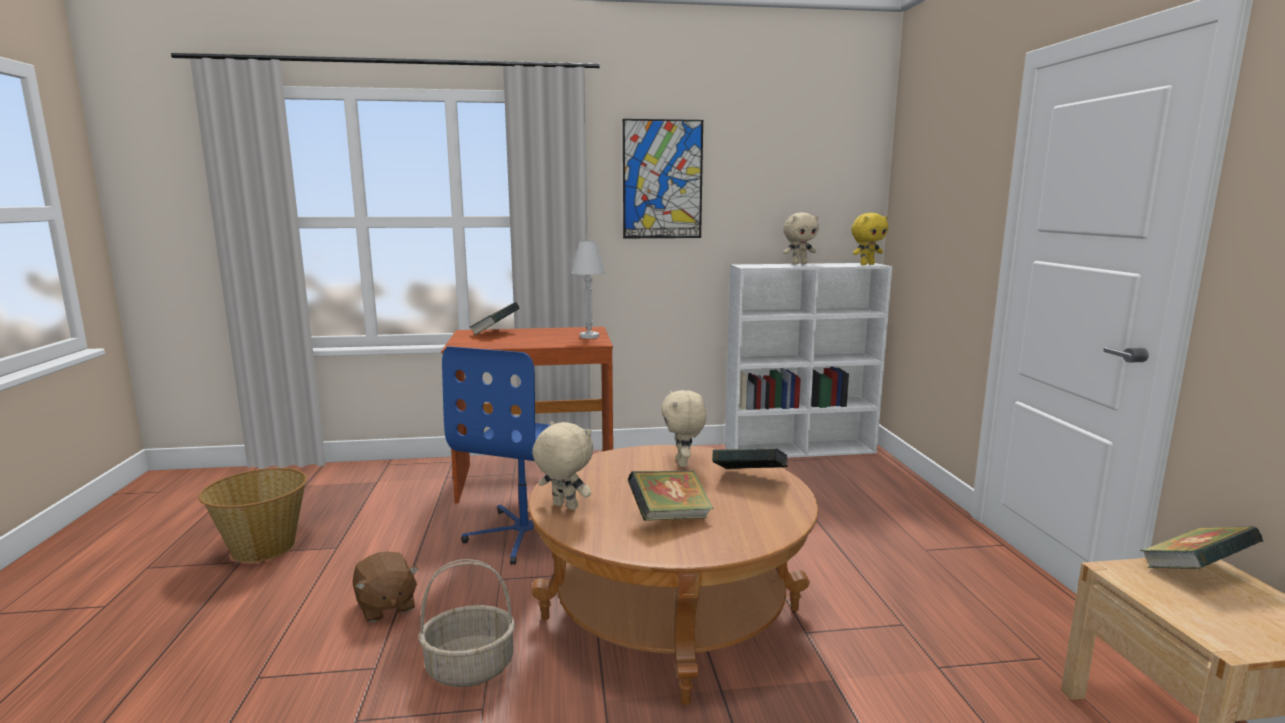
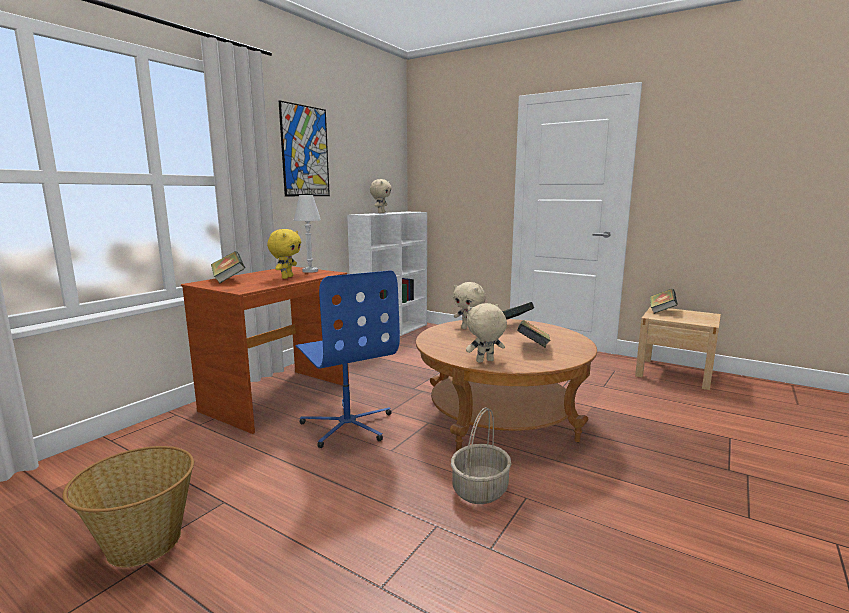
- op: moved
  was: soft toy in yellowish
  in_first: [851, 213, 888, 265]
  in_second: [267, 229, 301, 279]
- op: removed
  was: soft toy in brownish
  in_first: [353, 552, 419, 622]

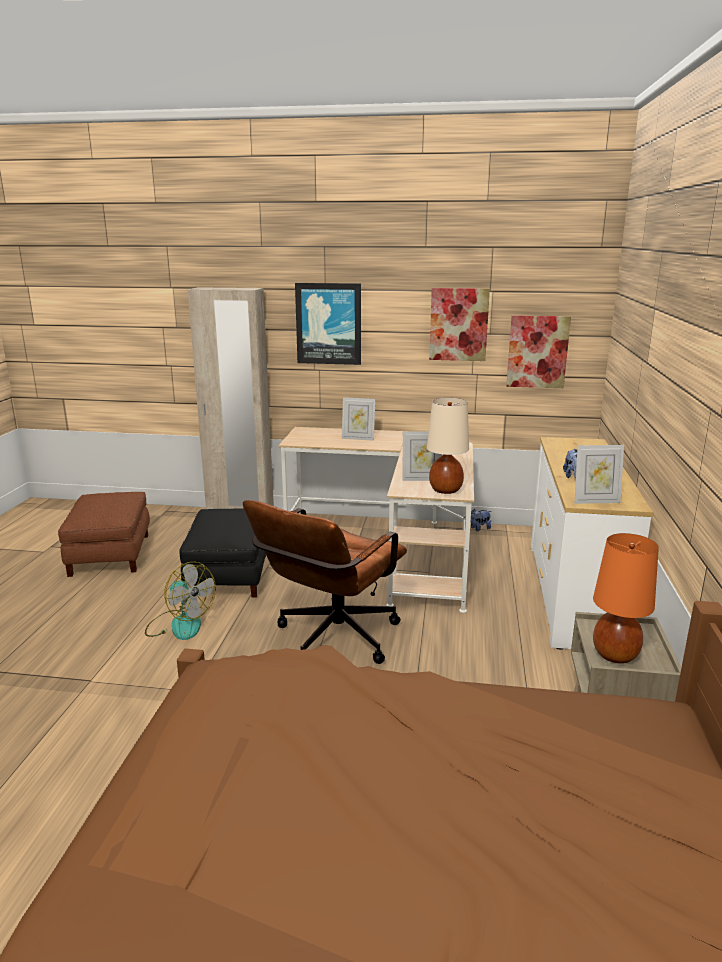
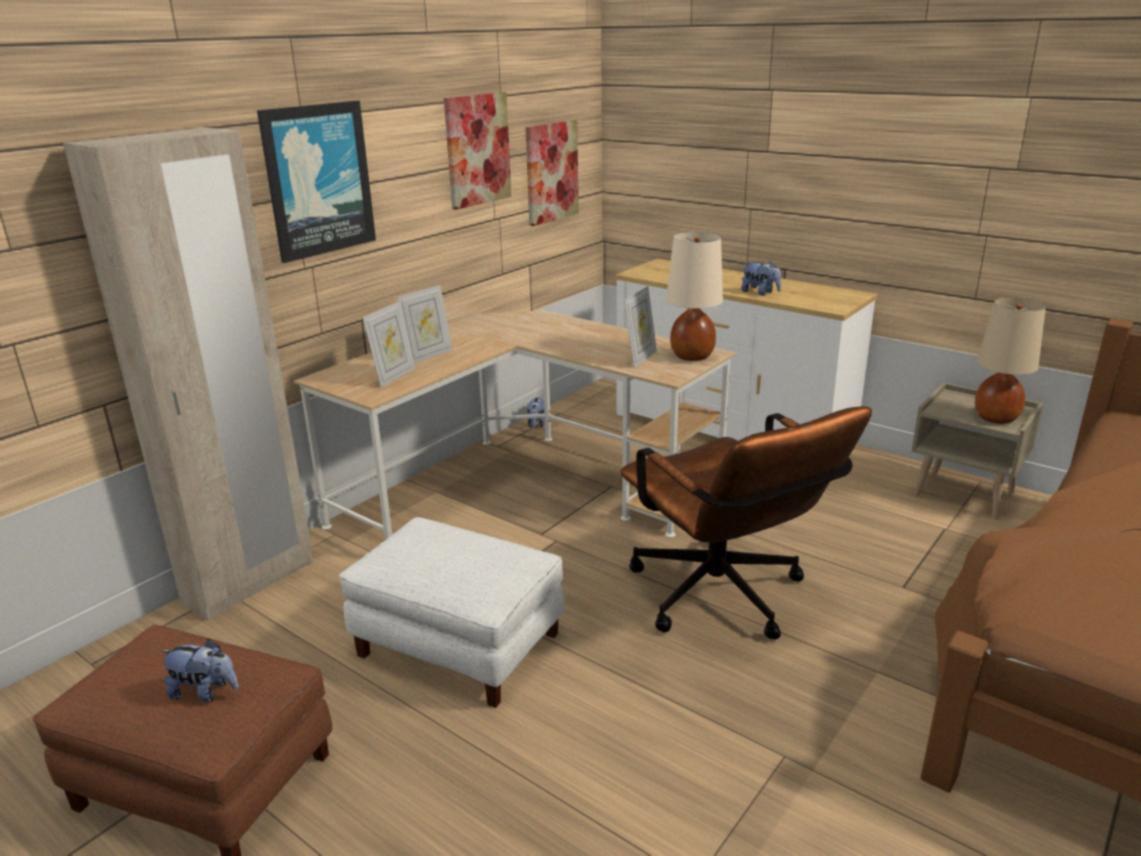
- op: added
  now: soft toy
  in_second: [160, 639, 238, 702]
- op: recoloured
  was: pouffe in blackish
  now: pouffe in whitish
  in_first: [179, 508, 266, 598]
  in_second: [339, 517, 564, 708]
- op: moved
  was: picture frame
  in_first: [575, 445, 624, 504]
  in_second: [363, 302, 416, 387]
- op: recoloured
  was: table lamp in orangey
  now: table lamp in beige-coloured
  in_first: [593, 533, 659, 664]
  in_second: [975, 297, 1046, 424]
- op: removed
  was: electric fan
  in_first: [145, 562, 216, 640]

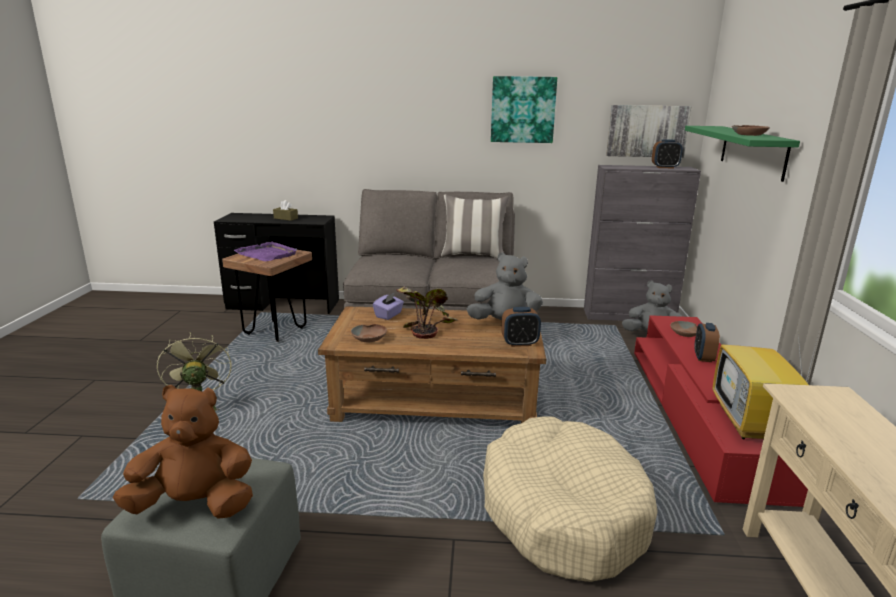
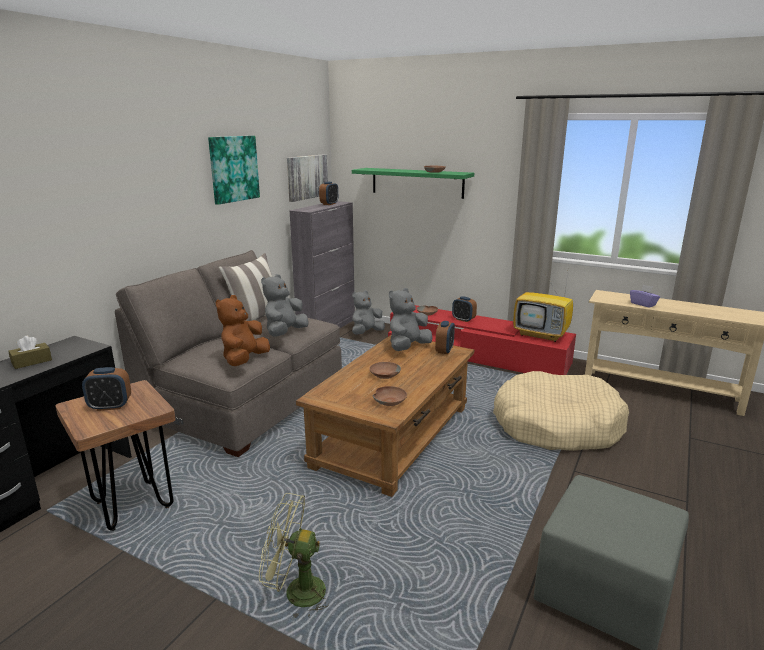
- op: replaced
  was: serving tray in purplish
  now: table clock
  in_first: [234, 241, 297, 261]
  in_second: [82, 367, 131, 411]
- op: moved
  was: soft toy in brownish
  in_first: [113, 385, 253, 519]
  in_second: [216, 295, 270, 366]
- op: added
  now: soft toy in gray
  in_second: [261, 274, 308, 337]
- op: replaced
  was: houseplant
  now: serving bowl in brownish
  in_first: [396, 286, 458, 339]
  in_second: [369, 362, 401, 379]
- op: moved
  was: tissue holder in purplish
  in_first: [373, 292, 404, 320]
  in_second: [630, 284, 660, 308]

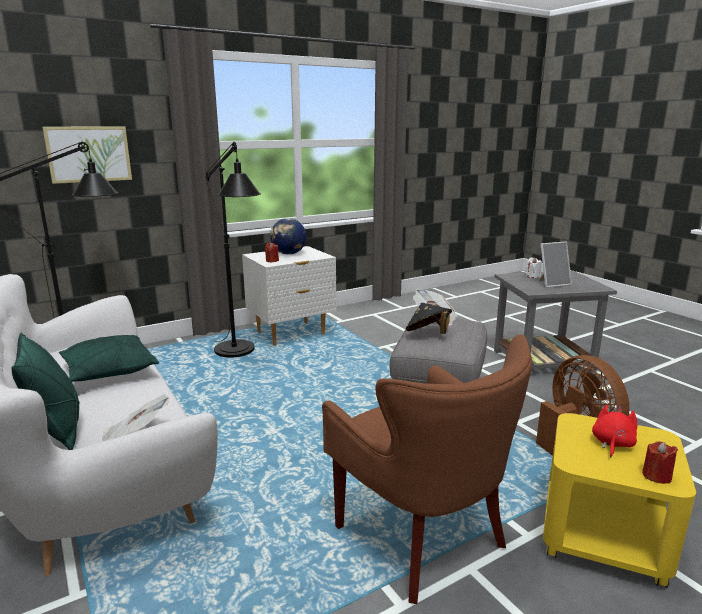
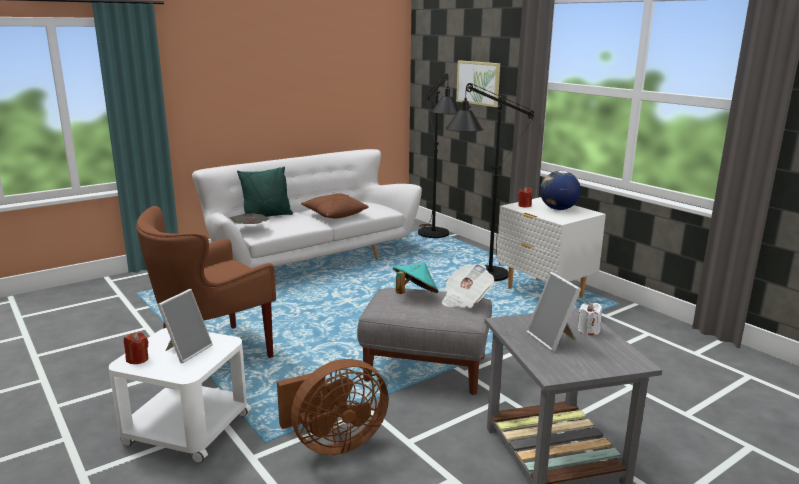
- op: recoloured
  was: end table in yellowish
  now: end table in whitish
  in_first: [543, 413, 696, 588]
  in_second: [109, 328, 251, 463]
- op: replaced
  was: soft toy in red-coloured
  now: picture frame
  in_first: [592, 405, 637, 457]
  in_second: [157, 289, 213, 363]
- op: recoloured
  was: throw pillow in green
  now: throw pillow in brownish
  in_first: [59, 335, 159, 382]
  in_second: [301, 193, 369, 218]
- op: recoloured
  was: wearable hat in blackish
  now: wearable hat in blue-green
  in_first: [406, 303, 452, 334]
  in_second: [393, 263, 438, 294]

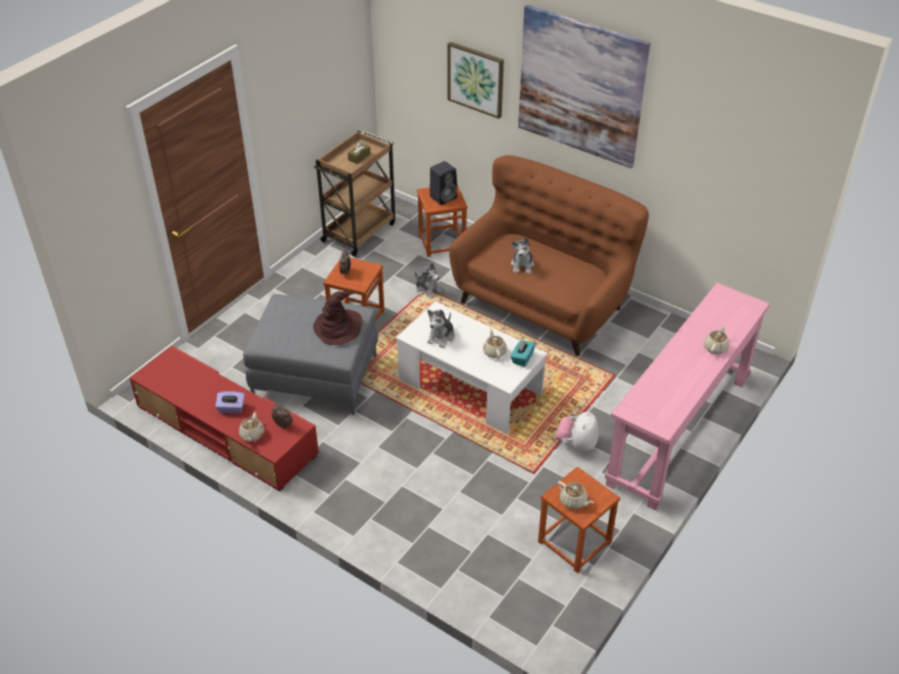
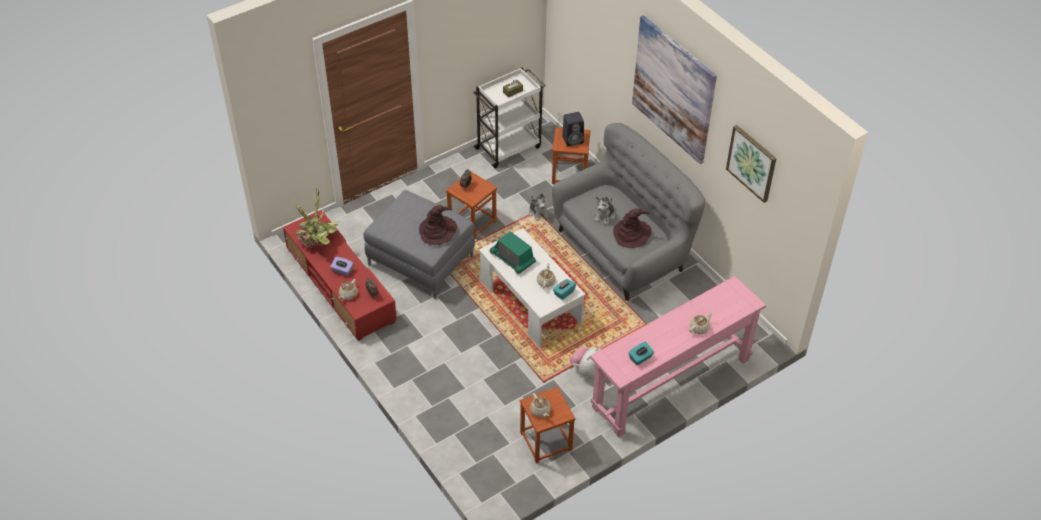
- op: added
  now: houseplant
  in_second: [296, 188, 341, 248]
- op: recoloured
  was: wheeled cart in brownish
  now: wheeled cart in whitish
  in_first: [314, 131, 395, 256]
  in_second: [473, 67, 546, 168]
- op: replaced
  was: soft toy
  now: radio
  in_first: [427, 310, 455, 348]
  in_second: [489, 231, 536, 274]
- op: recoloured
  was: sofa in brownish
  now: sofa in gray
  in_first: [449, 155, 649, 356]
  in_second: [552, 123, 705, 301]
- op: added
  now: wearable hat in brownish
  in_second: [613, 209, 652, 248]
- op: added
  now: tissue holder in blue-green
  in_second: [628, 342, 654, 365]
- op: moved
  was: wall picture
  in_first: [448, 42, 504, 119]
  in_second: [726, 125, 777, 203]

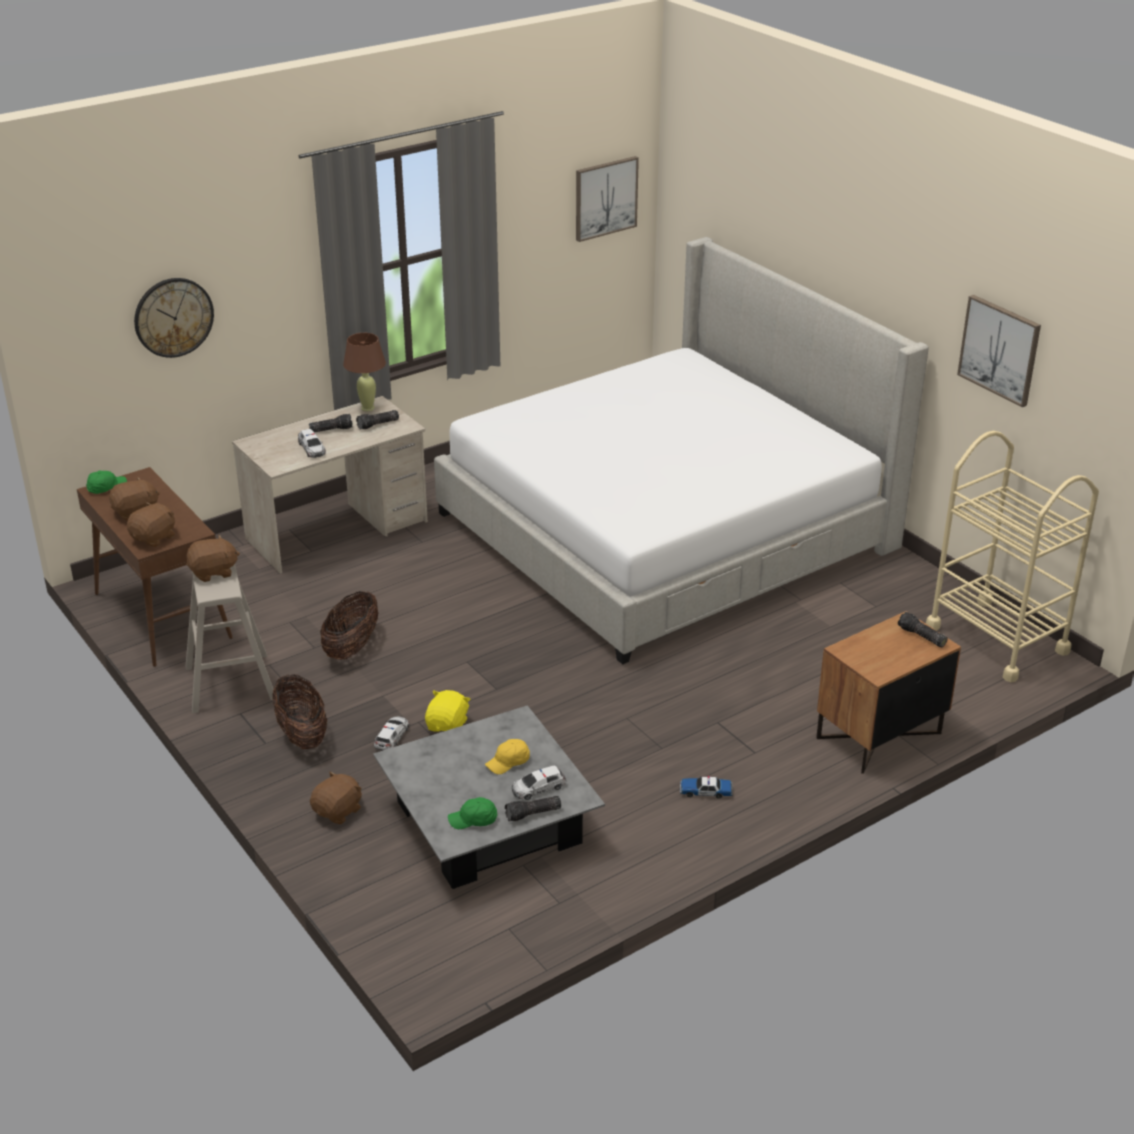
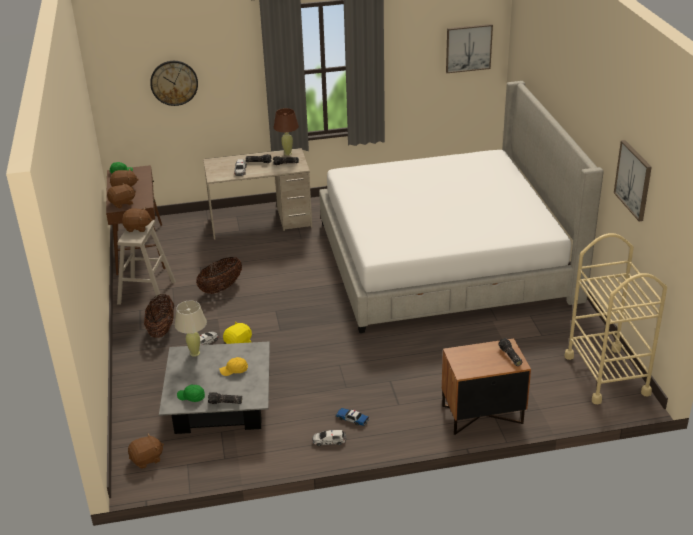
- op: moved
  was: soft toy in brownish
  in_first: [310, 771, 362, 824]
  in_second: [128, 433, 164, 469]
- op: added
  now: table lamp in beige-coloured
  in_second: [175, 300, 207, 357]
- op: moved
  was: model car
  in_first: [512, 766, 566, 800]
  in_second: [312, 430, 346, 446]

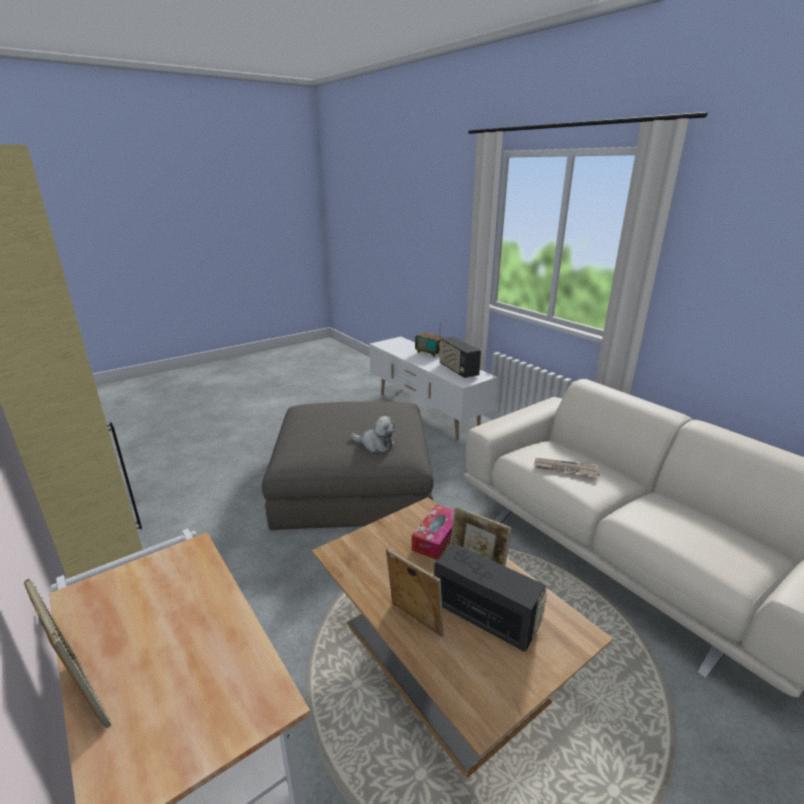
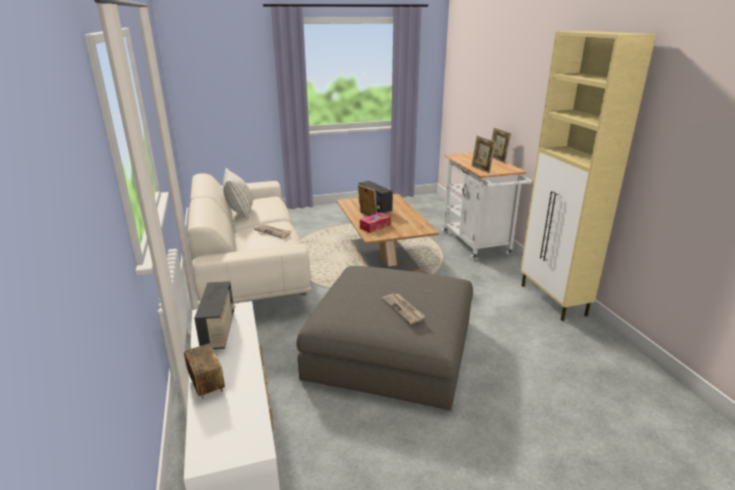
- op: added
  now: throw pillow
  in_second: [223, 168, 253, 219]
- op: added
  now: daily paper
  in_second: [382, 293, 425, 324]
- op: moved
  was: picture frame
  in_first: [386, 549, 443, 637]
  in_second: [471, 136, 496, 173]
- op: removed
  was: soft toy
  in_first: [351, 416, 395, 452]

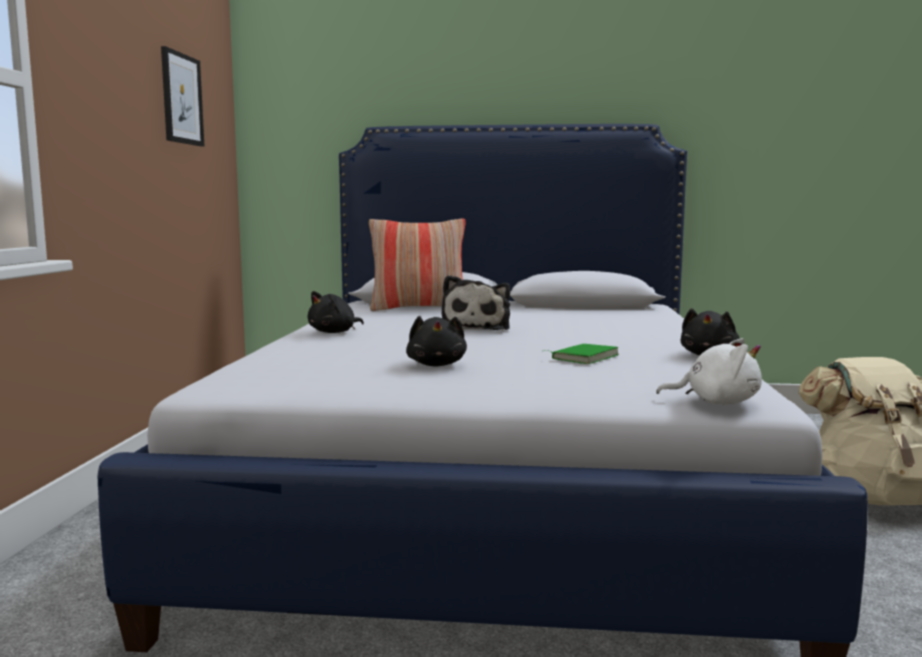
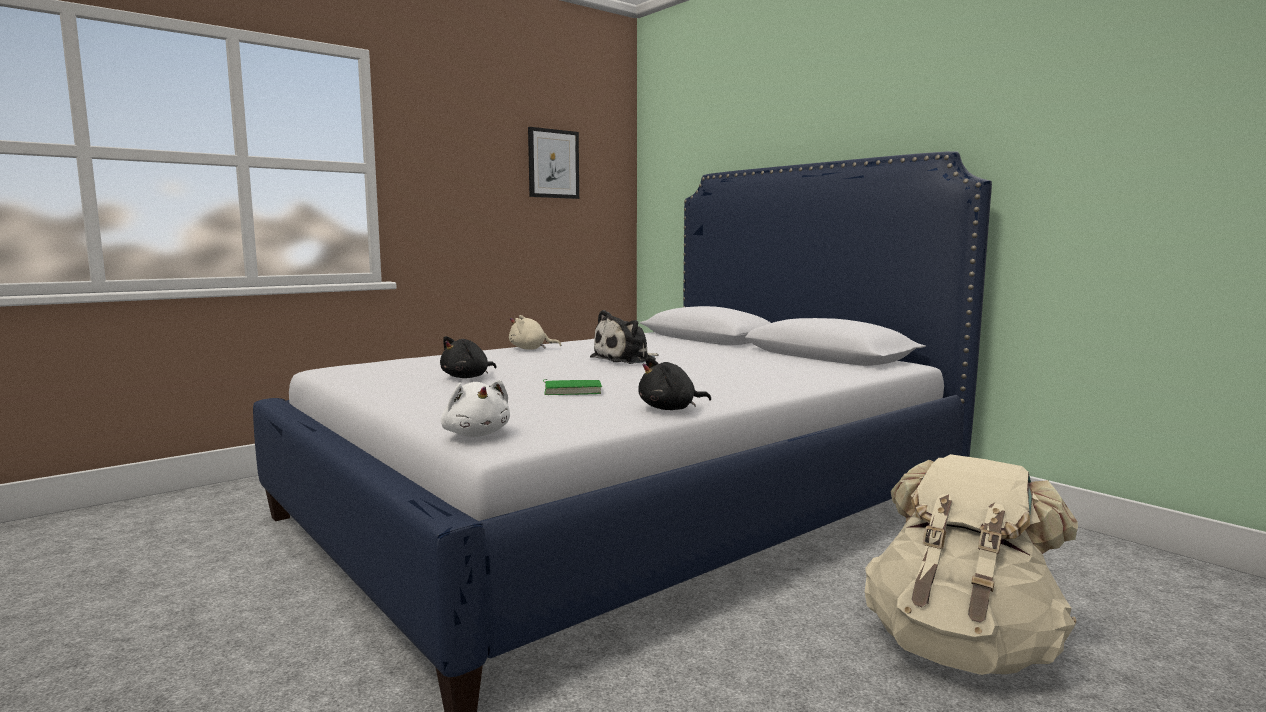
- op: recoloured
  was: soft toy in blackish
  now: soft toy in beige-coloured
  in_first: [308, 291, 364, 333]
  in_second: [509, 315, 561, 350]
- op: removed
  was: throw pillow
  in_first: [369, 219, 466, 311]

